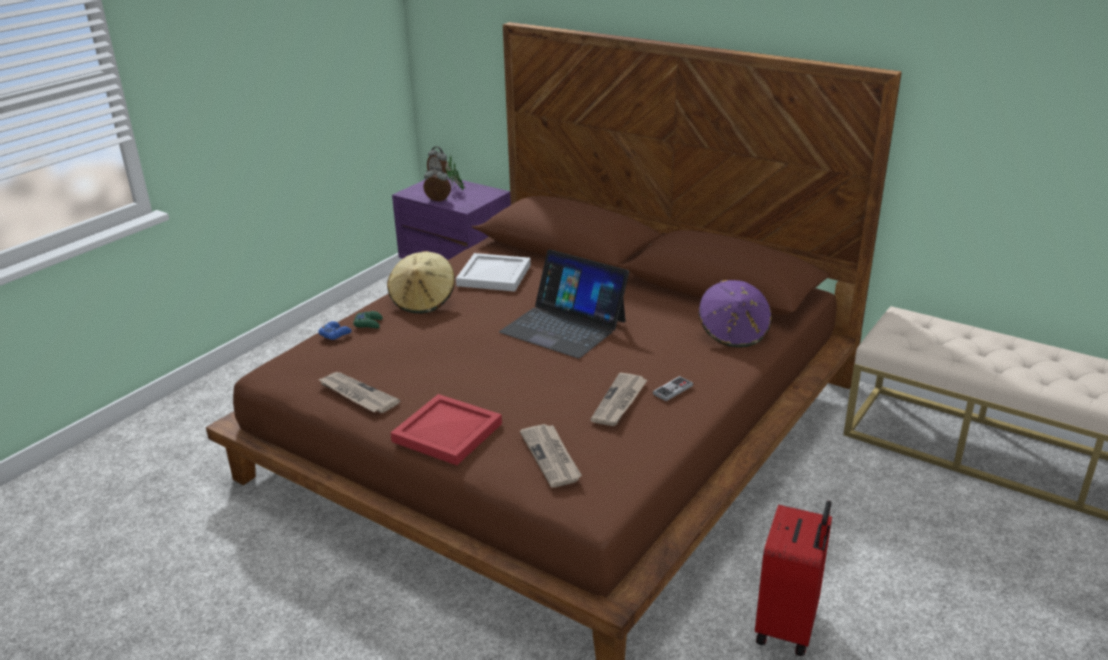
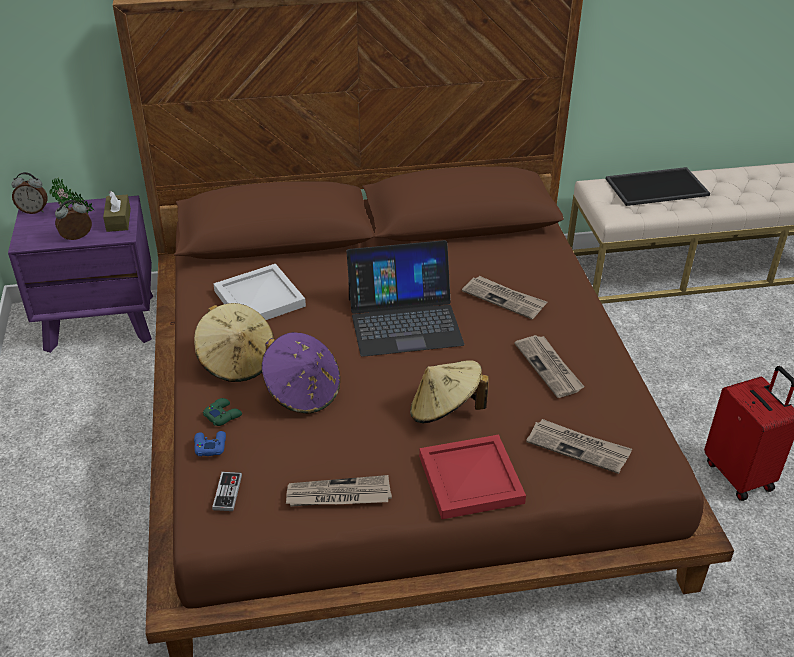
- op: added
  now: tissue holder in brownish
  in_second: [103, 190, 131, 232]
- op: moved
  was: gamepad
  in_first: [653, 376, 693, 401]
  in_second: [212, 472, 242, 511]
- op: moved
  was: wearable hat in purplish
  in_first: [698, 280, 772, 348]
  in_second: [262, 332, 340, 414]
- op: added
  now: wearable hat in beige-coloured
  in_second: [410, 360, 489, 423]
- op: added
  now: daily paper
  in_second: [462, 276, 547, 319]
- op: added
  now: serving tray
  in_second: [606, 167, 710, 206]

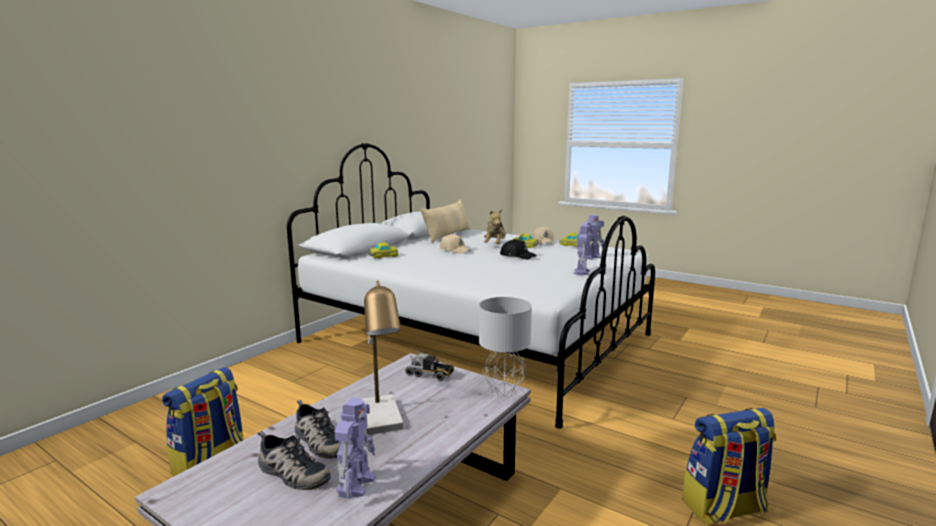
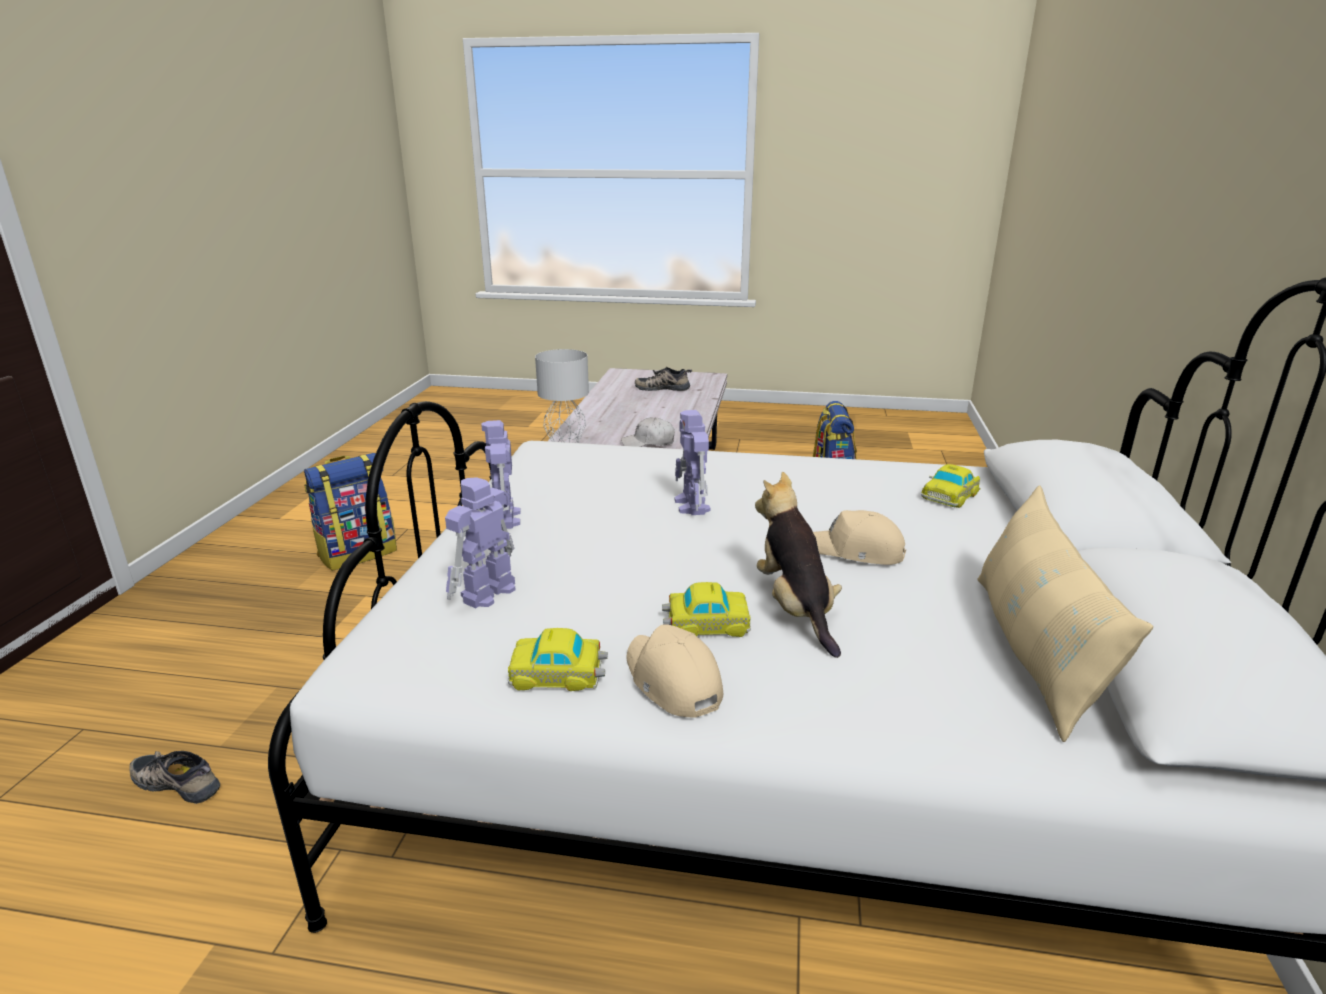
- op: moved
  was: low shoe
  in_first: [295, 400, 340, 459]
  in_second: [129, 751, 220, 804]
- op: replaced
  was: toy lorry
  now: cap in whitish
  in_first: [405, 349, 454, 381]
  in_second: [621, 417, 675, 447]
- op: moved
  was: model robot
  in_first: [335, 397, 376, 499]
  in_second: [674, 410, 711, 515]
- op: removed
  was: table lamp
  in_first: [363, 280, 404, 435]
- op: removed
  was: cap in blackish
  in_first: [500, 239, 536, 260]

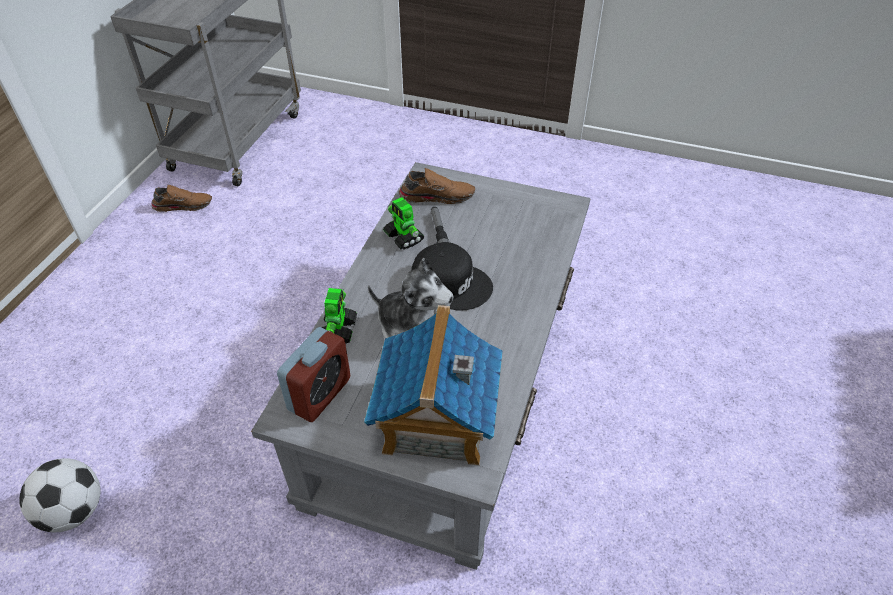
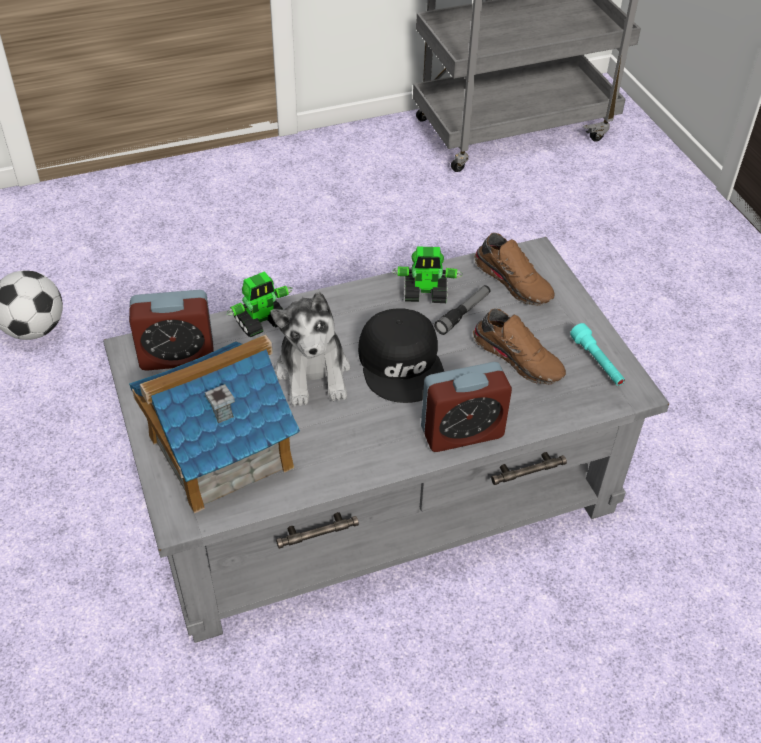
- op: turned
  was: model robot
  in_first: [383, 197, 424, 250]
  in_second: [392, 246, 463, 303]
  clockwise: -105
- op: added
  now: table clock
  in_second: [421, 362, 512, 452]
- op: moved
  was: low shoe in brownish
  in_first: [151, 185, 212, 212]
  in_second: [473, 308, 566, 385]
- op: added
  now: hand torch in blue-green
  in_second: [570, 323, 625, 386]

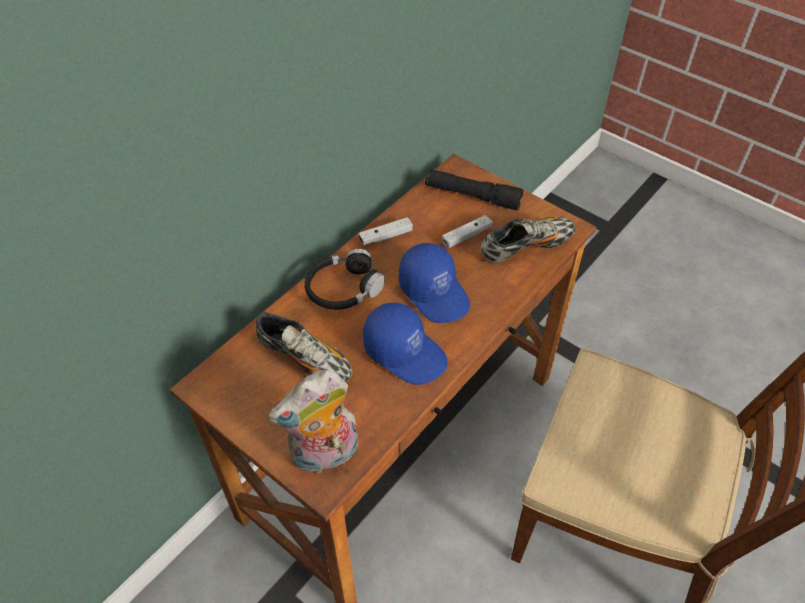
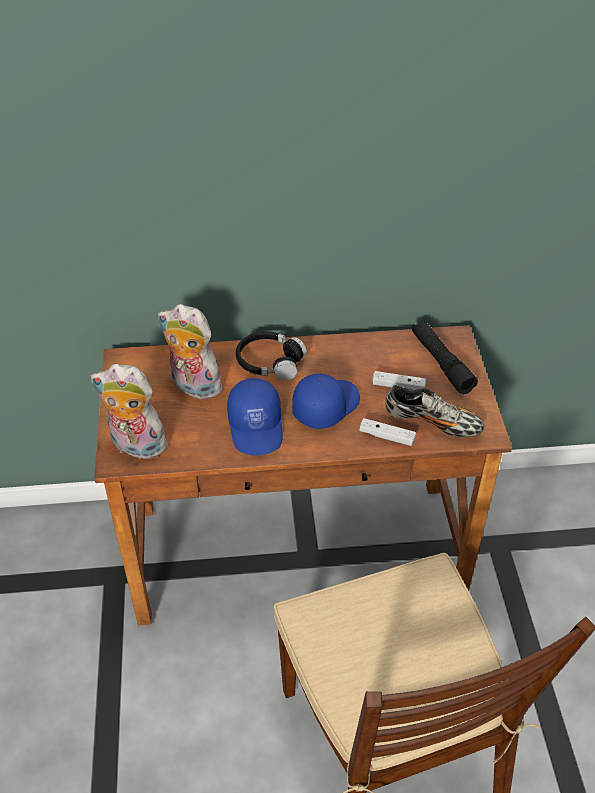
- op: replaced
  was: low shoe
  now: soft toy
  in_first: [256, 312, 352, 383]
  in_second: [158, 304, 225, 399]
- op: turned
  was: cap in bluish
  in_first: [399, 243, 470, 323]
  in_second: [292, 373, 360, 429]
  clockwise: -150
- op: moved
  was: gamepad in whitish
  in_first: [359, 217, 413, 245]
  in_second: [359, 418, 416, 446]

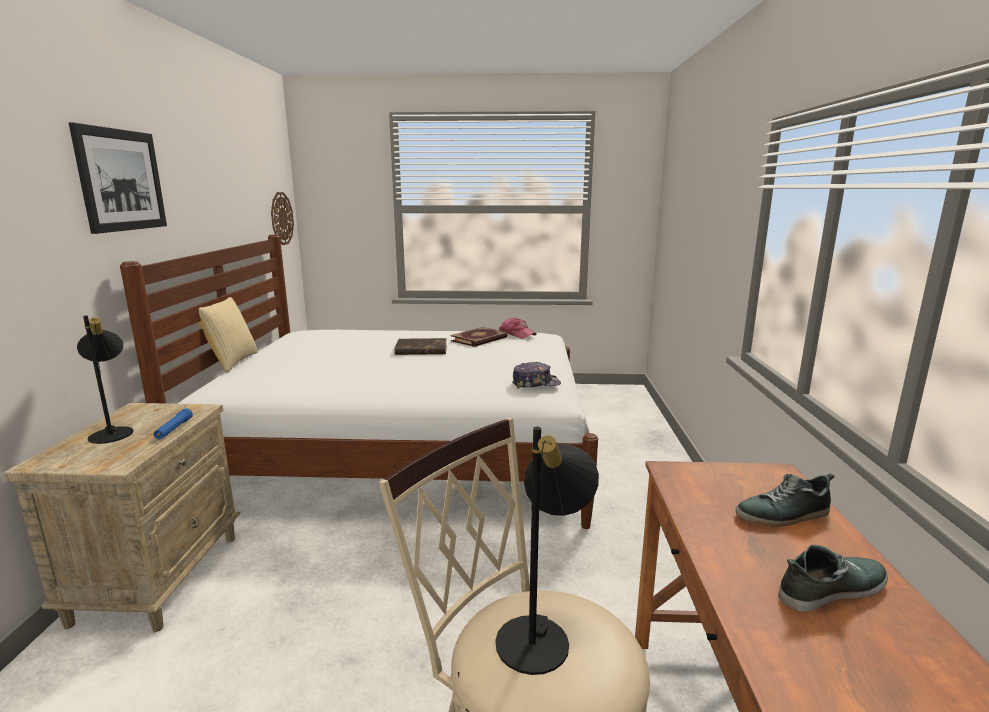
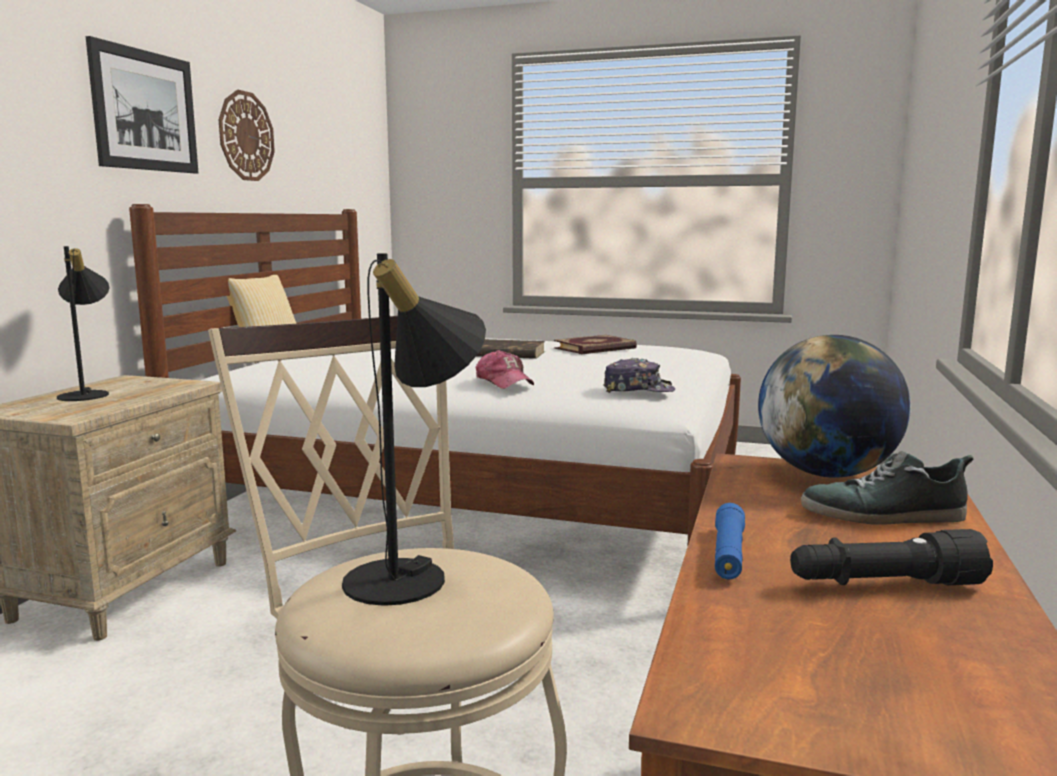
- op: moved
  was: hanging clock
  in_first: [271, 192, 294, 245]
  in_second: [219, 90, 275, 181]
- op: moved
  was: cap
  in_first: [499, 317, 537, 339]
  in_second: [476, 350, 534, 389]
- op: moved
  was: hand torch in bluish
  in_first: [154, 408, 193, 439]
  in_second: [715, 503, 745, 579]
- op: added
  now: desk globe
  in_second: [758, 335, 911, 478]
- op: replaced
  was: low shoe
  now: hand torch in blackish
  in_first: [778, 545, 888, 612]
  in_second: [790, 529, 993, 585]

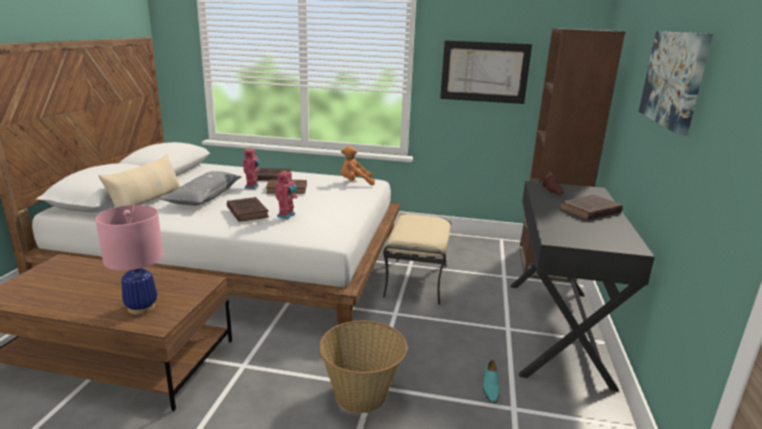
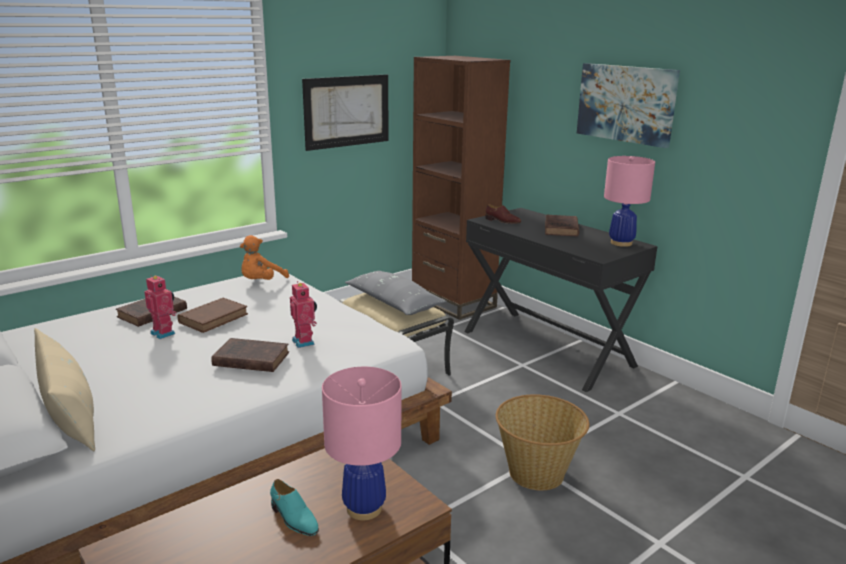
- op: moved
  was: low shoe in blue-green
  in_first: [483, 360, 500, 403]
  in_second: [270, 479, 319, 536]
- op: moved
  was: throw pillow in gray
  in_first: [160, 171, 242, 206]
  in_second: [345, 271, 447, 315]
- op: added
  now: table lamp in pinkish
  in_second: [604, 156, 655, 247]

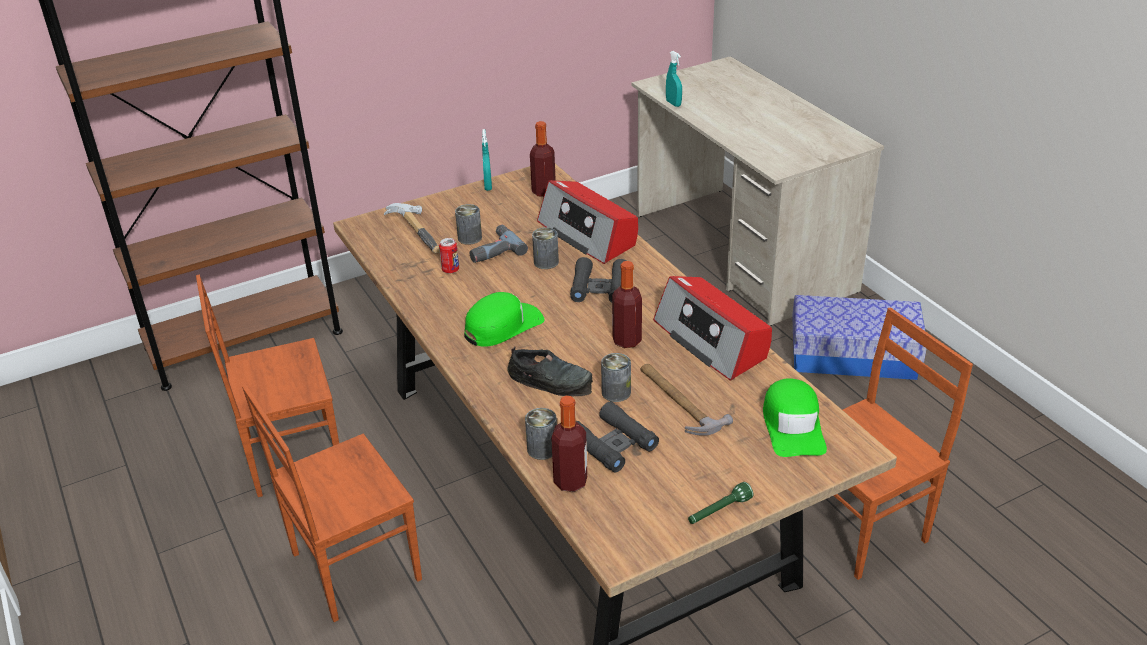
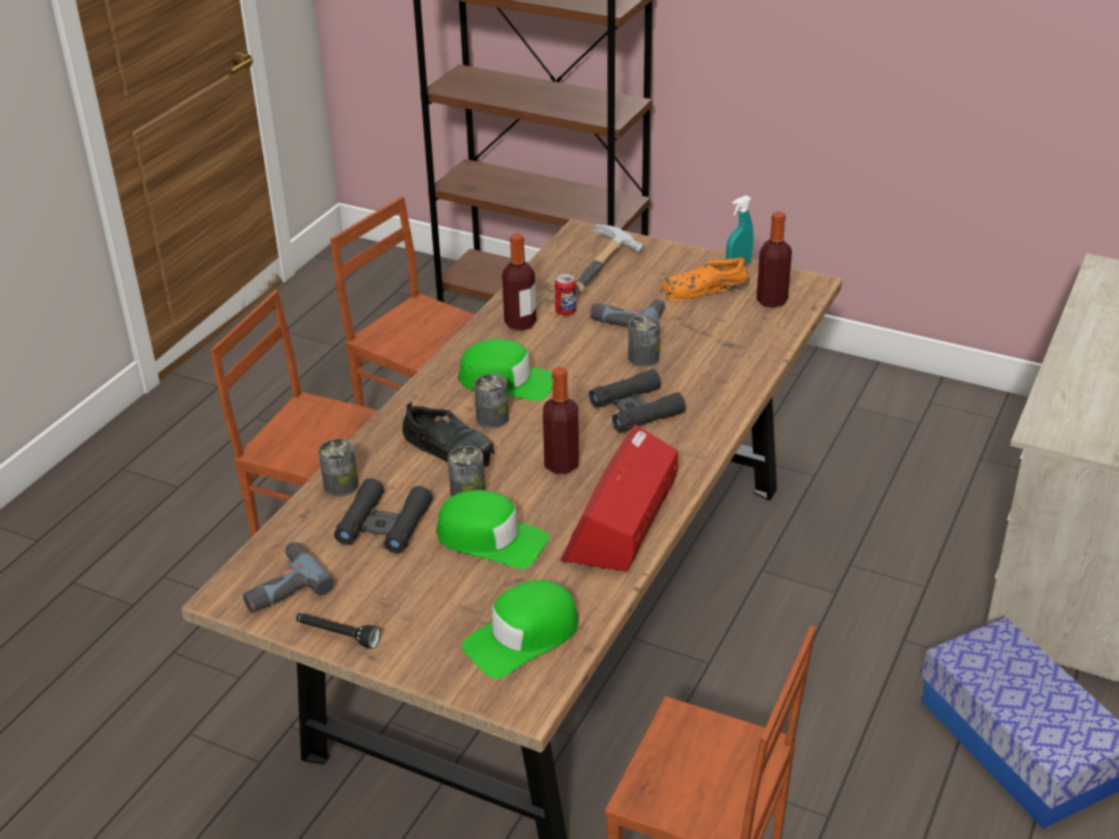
- op: added
  now: power drill
  in_second: [243, 542, 334, 612]
- op: recoloured
  was: hand torch in green
  now: hand torch in blackish
  in_first: [688, 482, 753, 524]
  in_second: [296, 613, 381, 649]
- op: turned
  was: low shoe in blackish
  in_first: [507, 346, 593, 396]
  in_second: [402, 402, 494, 467]
  clockwise: -45
- op: replaced
  was: hand hammer
  now: cap in green
  in_first: [641, 364, 733, 436]
  in_second: [436, 490, 549, 569]
- op: moved
  was: metal can
  in_first: [455, 204, 482, 245]
  in_second: [474, 374, 509, 429]
- op: moved
  was: beverage bottle
  in_first: [551, 396, 587, 492]
  in_second: [502, 233, 536, 331]
- op: added
  now: low shoe in orangey
  in_second: [660, 255, 750, 300]
- op: removed
  was: radio
  in_first: [537, 180, 638, 264]
- op: removed
  was: sprayer in blue-green
  in_first: [666, 51, 682, 107]

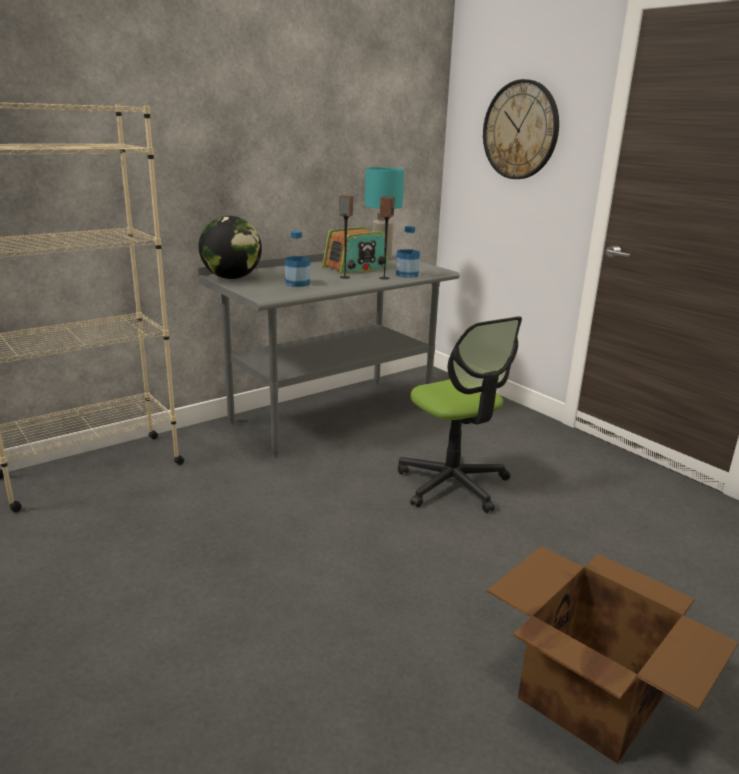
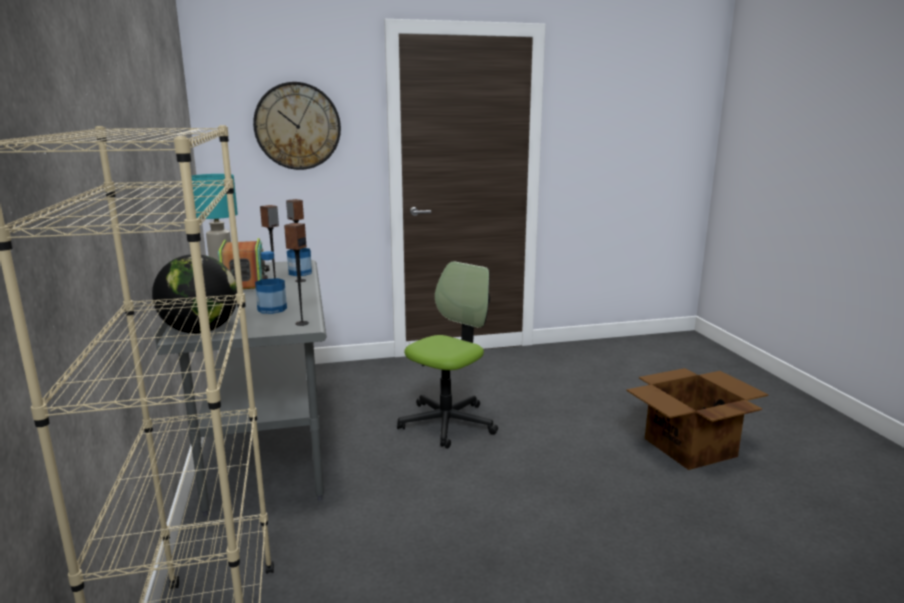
- op: added
  now: loudspeaker
  in_second: [284, 223, 309, 326]
- op: turned
  was: computer chair
  in_first: [398, 316, 522, 513]
  in_second: [397, 261, 498, 449]
  clockwise: -45

